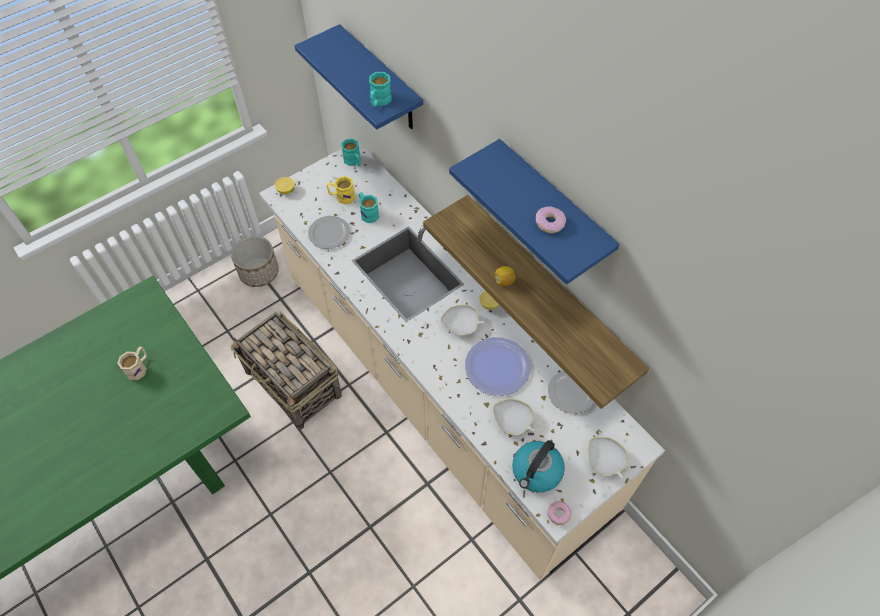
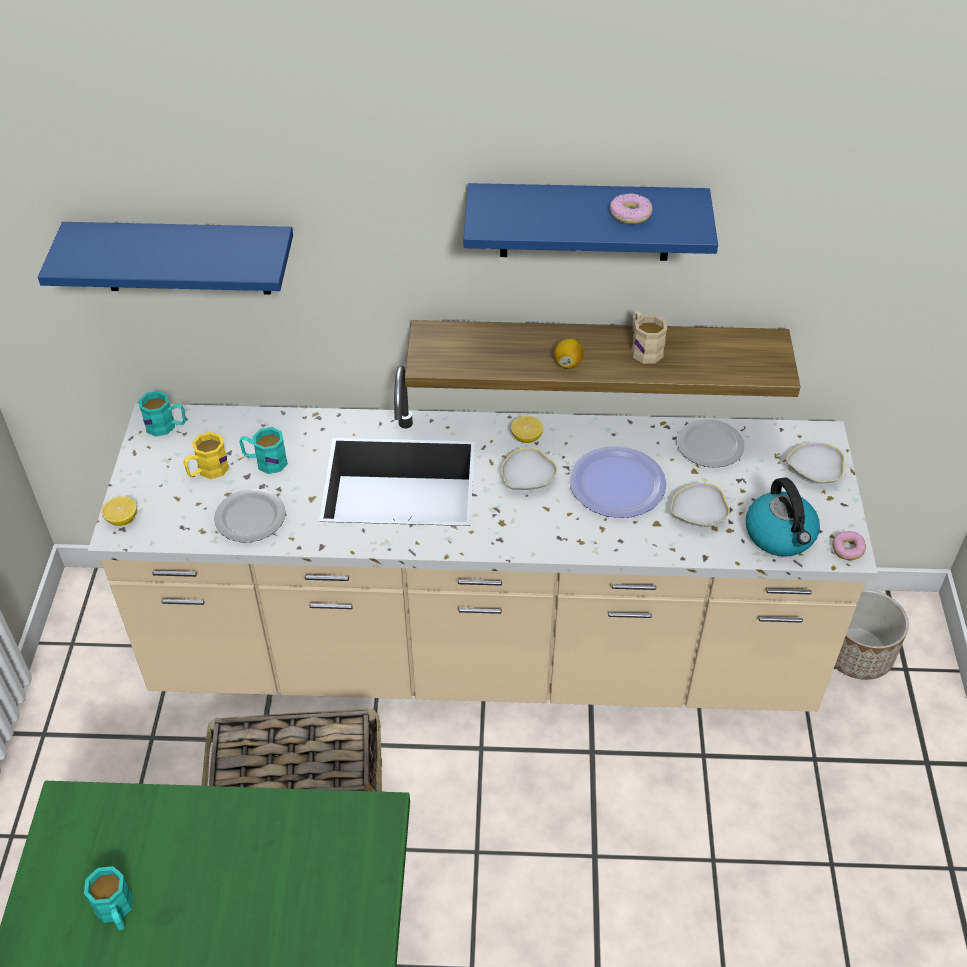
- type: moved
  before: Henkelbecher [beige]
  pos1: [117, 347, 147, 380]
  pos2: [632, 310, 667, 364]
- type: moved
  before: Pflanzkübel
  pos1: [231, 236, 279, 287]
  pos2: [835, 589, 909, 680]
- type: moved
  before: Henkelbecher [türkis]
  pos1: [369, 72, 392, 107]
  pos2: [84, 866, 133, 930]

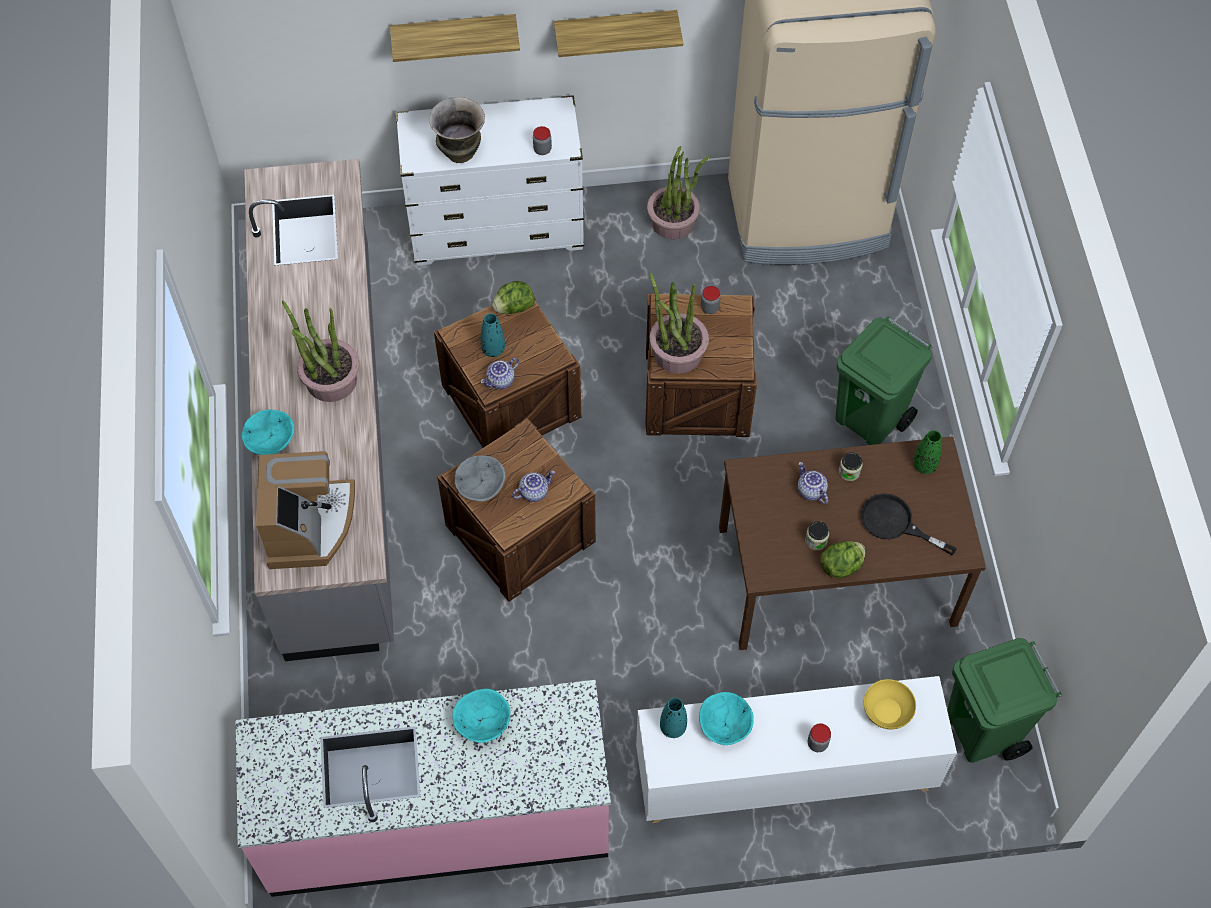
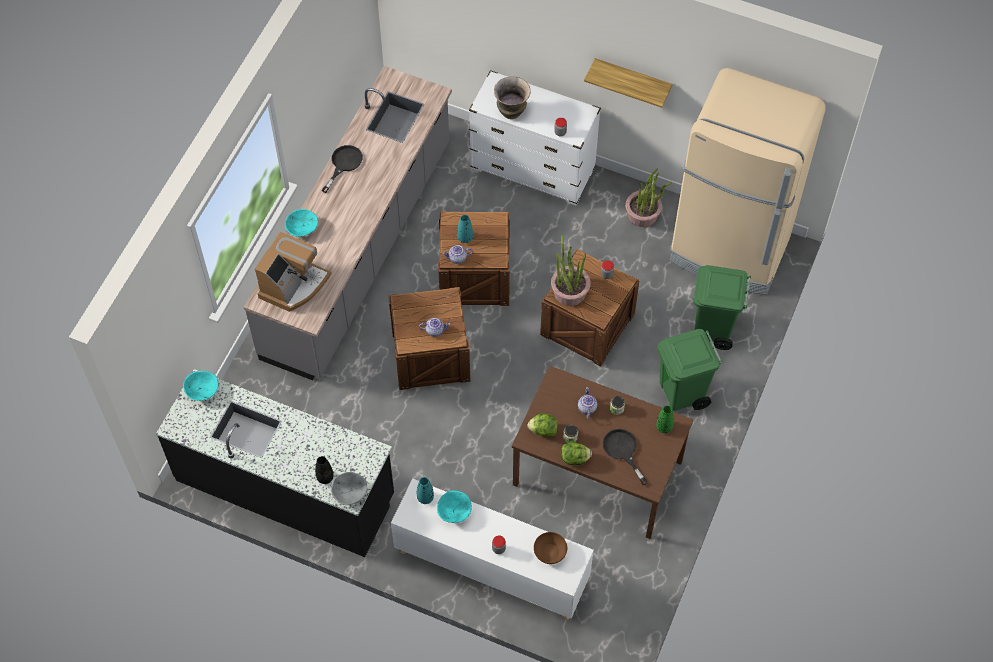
- type: recoloured
  before: Küchenzeile [rosa]
  after: Küchenzeile [schwarz]
  pos1: [236, 680, 611, 897]
  pos2: [156, 369, 394, 557]
- type: removed
  before: Topfpflanze
  pos1: [282, 301, 360, 402]
- type: removed
  before: Wandregal
  pos1: [390, 14, 520, 62]
- type: moved
  before: Schüssel [türkis]
  pos1: [452, 689, 511, 743]
  pos2: [183, 371, 219, 401]
- type: moved
  before: Schüssel [grau]
  pos1: [455, 456, 506, 501]
  pos2: [331, 472, 368, 505]
- type: moved
  before: Salatkopf
  pos1: [492, 281, 535, 314]
  pos2: [527, 414, 558, 437]
- type: recoloured
  before: Schüssel [gelb]
  after: Schüssel [braun]
  pos1: [864, 679, 916, 729]
  pos2: [534, 532, 567, 564]
- type: moved
  before: Mülleimer [grün]
  pos1: [947, 638, 1062, 763]
  pos2: [693, 265, 751, 350]
- type: added
  after: Vase [schwarz]
  pos2: [315, 456, 333, 484]
- type: added
  after: Pfanne [schwarz]
  pos2: [321, 145, 363, 193]

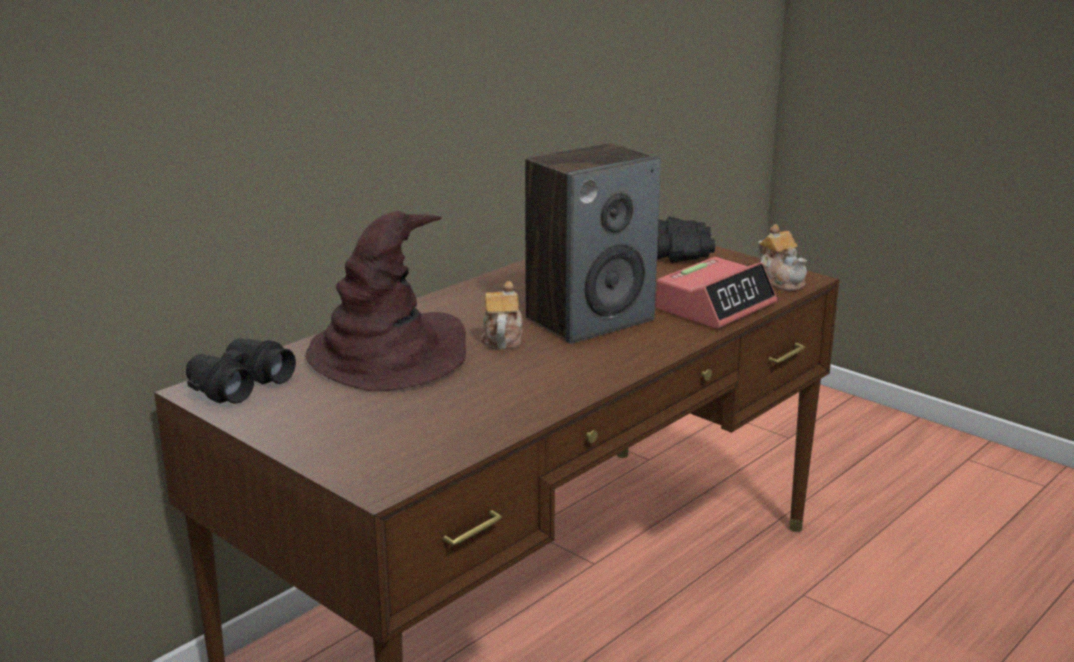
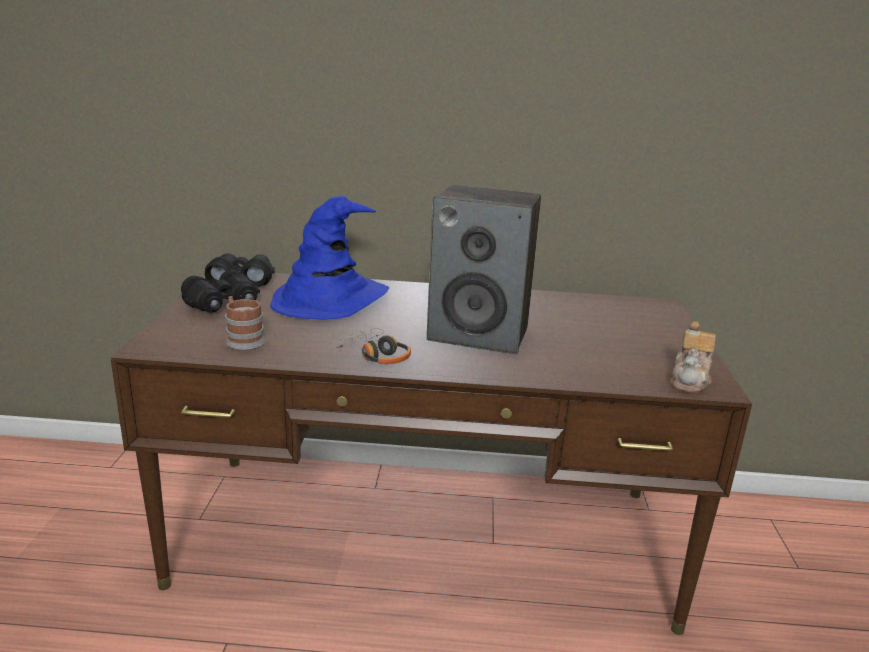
- type: recoloured
  before: Hut [braun]
  after: Hut [blau]
  pos1: [305, 211, 466, 391]
  pos2: [270, 196, 389, 320]
- type: removed
  before: Teekanne
  pos1: [481, 281, 523, 349]
- type: removed
  before: Wecker
  pos1: [656, 257, 777, 329]
- type: moved
  before: Fernglas [schwarz]
  pos1: [657, 216, 716, 263]
  pos2: [181, 270, 260, 313]
- type: added
  after: Henkelbecher
  pos2: [225, 296, 266, 350]
- type: added
  after: Kopfhörer
  pos2: [336, 328, 411, 364]

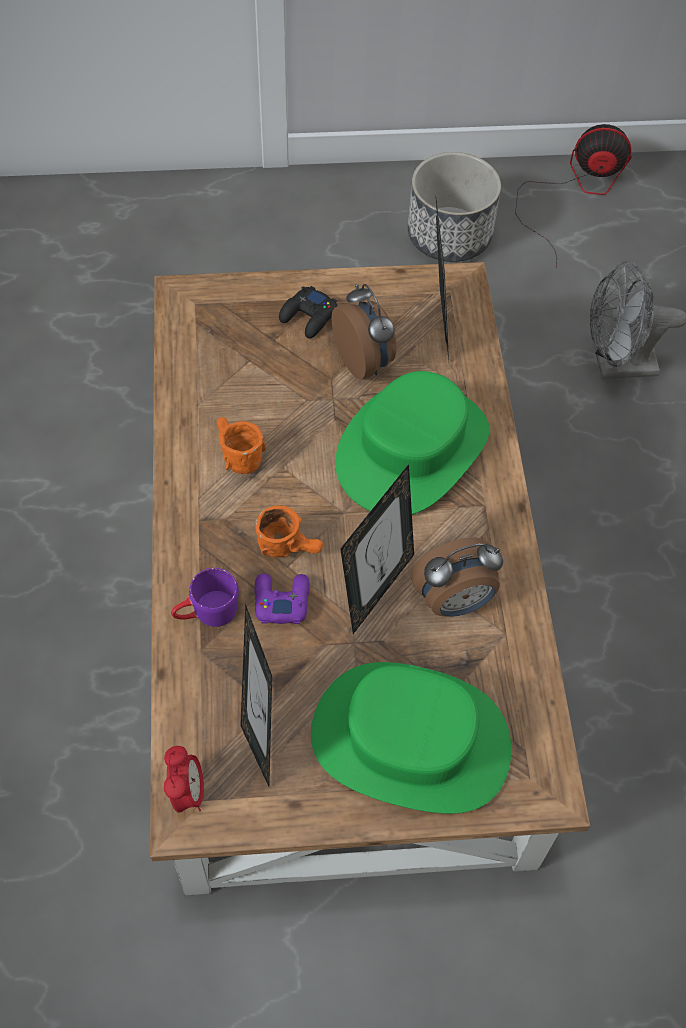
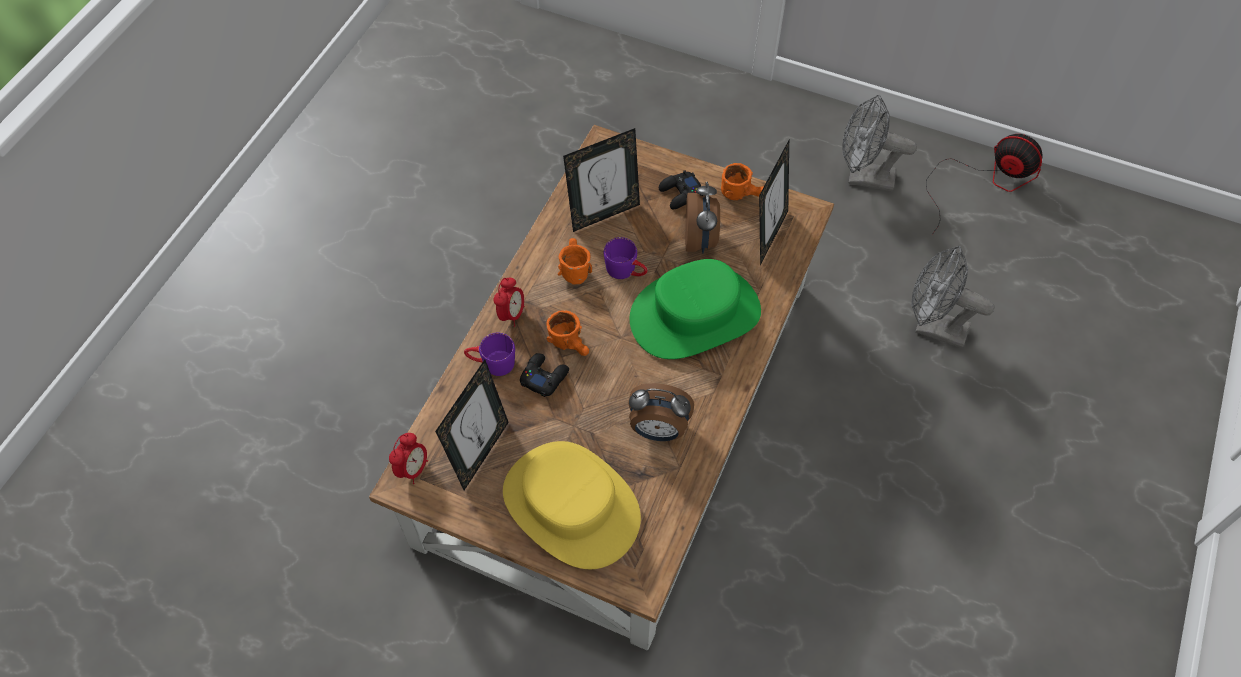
- type: recoloured
  before: Gamepad [lila]
  after: Gamepad [schwarz]
  pos1: [255, 573, 310, 624]
  pos2: [520, 353, 569, 397]
- type: recoloured
  before: Hut [grün]
  after: Hut [gelb]
  pos1: [311, 662, 511, 814]
  pos2: [503, 441, 641, 569]
- type: moved
  before: Bilderrahmen
  pos1: [340, 464, 414, 634]
  pos2: [563, 128, 640, 232]
- type: replaced
  before: Pflanzkübel
  after: Ventilator [grau]
  pos1: [408, 152, 501, 262]
  pos2: [842, 95, 917, 191]
- type: added
  after: Wecker
  pos2: [494, 278, 524, 327]
- type: added
  after: Henkelbecher [lila]
  pos2: [604, 237, 648, 279]
- type: added
  after: Henkelbecher [orange]
  pos2: [721, 163, 764, 200]

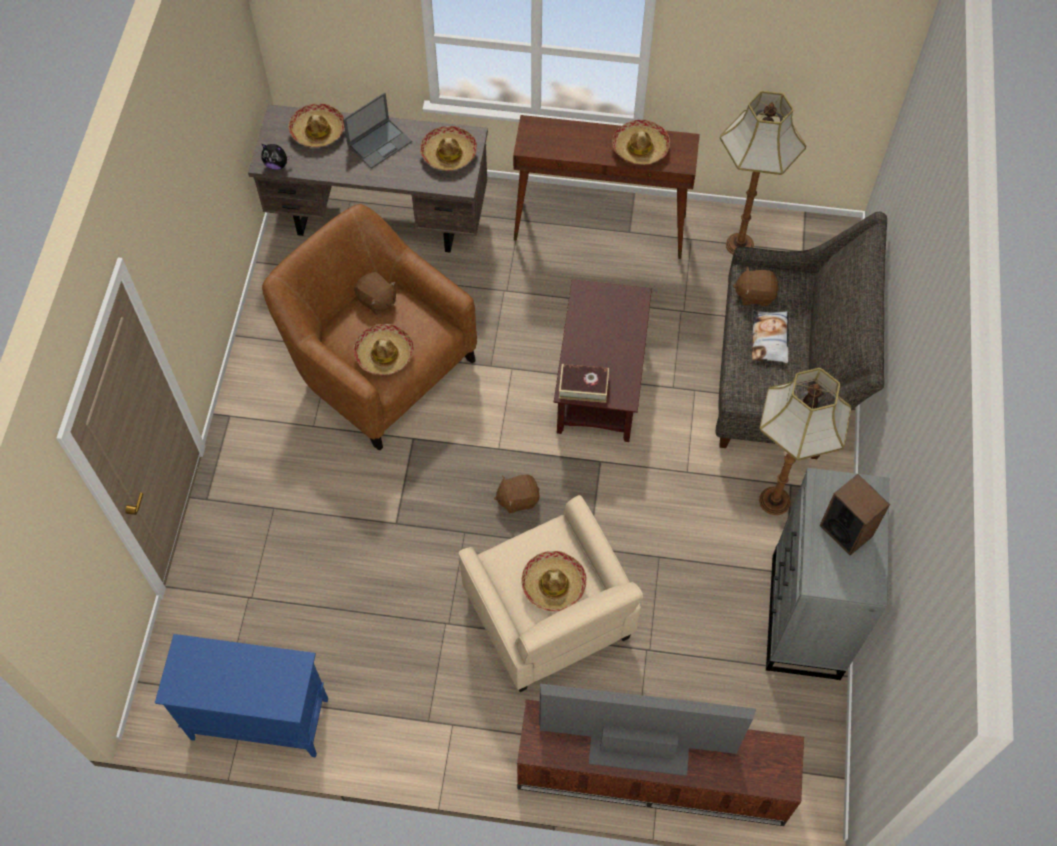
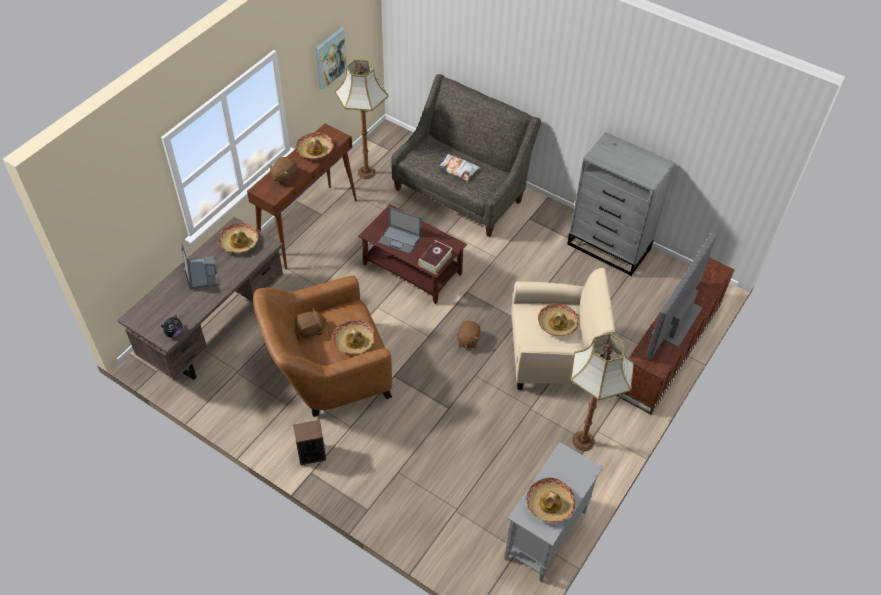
- type: recoloured
  before: Schrank [blau]
  after: Schrank [grau]
  pos1: [155, 634, 328, 757]
  pos2: [504, 443, 603, 582]
- type: moved
  before: Hut
  pos1: [289, 104, 345, 148]
  pos2: [526, 478, 575, 523]
- type: moved
  before: Plüschtier [braun]
  pos1: [733, 266, 779, 306]
  pos2: [269, 157, 297, 185]
- type: moved
  before: Stehlampe
  pos1: [759, 368, 851, 515]
  pos2: [571, 333, 634, 451]
- type: moved
  before: Lautsprecher
  pos1: [820, 474, 890, 555]
  pos2: [293, 420, 326, 465]
- type: added
  after: Bild
  pos2: [315, 28, 347, 90]
- type: added
  after: Laptop
  pos2: [378, 207, 421, 254]

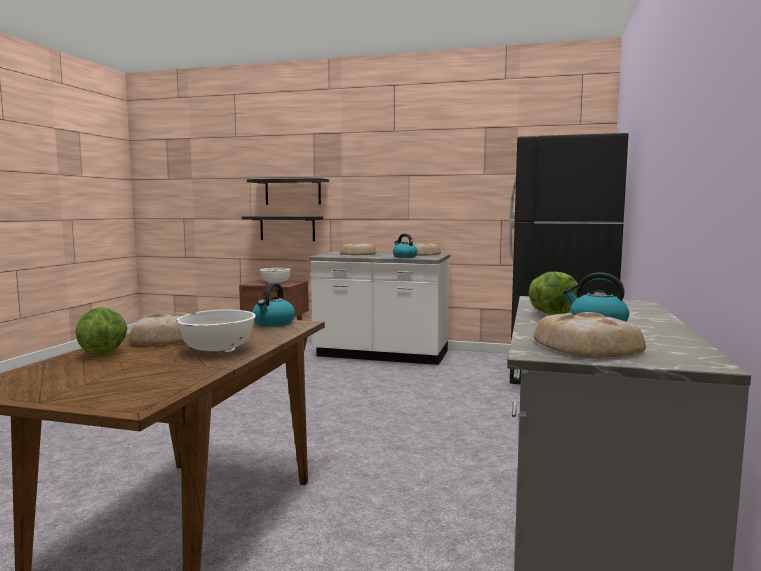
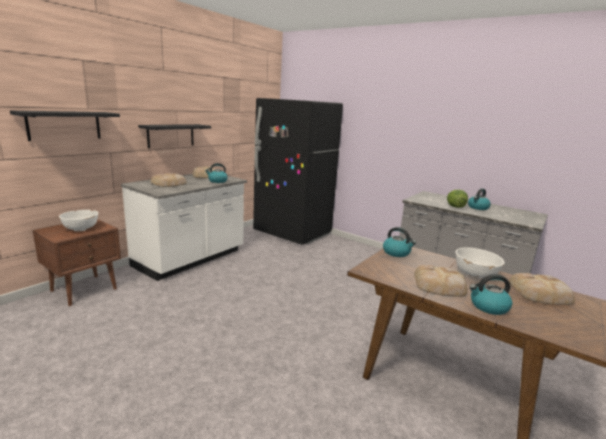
- type: replaced
  before: Salatkopf
  after: Wasserkessel
  pos1: [75, 307, 127, 355]
  pos2: [469, 274, 513, 315]
- type: moved
  before: Wandregal [schwarz]
  pos1: [242, 216, 323, 241]
  pos2: [138, 124, 211, 148]
- type: moved
  before: Brot
  pos1: [533, 312, 646, 358]
  pos2: [509, 273, 575, 305]

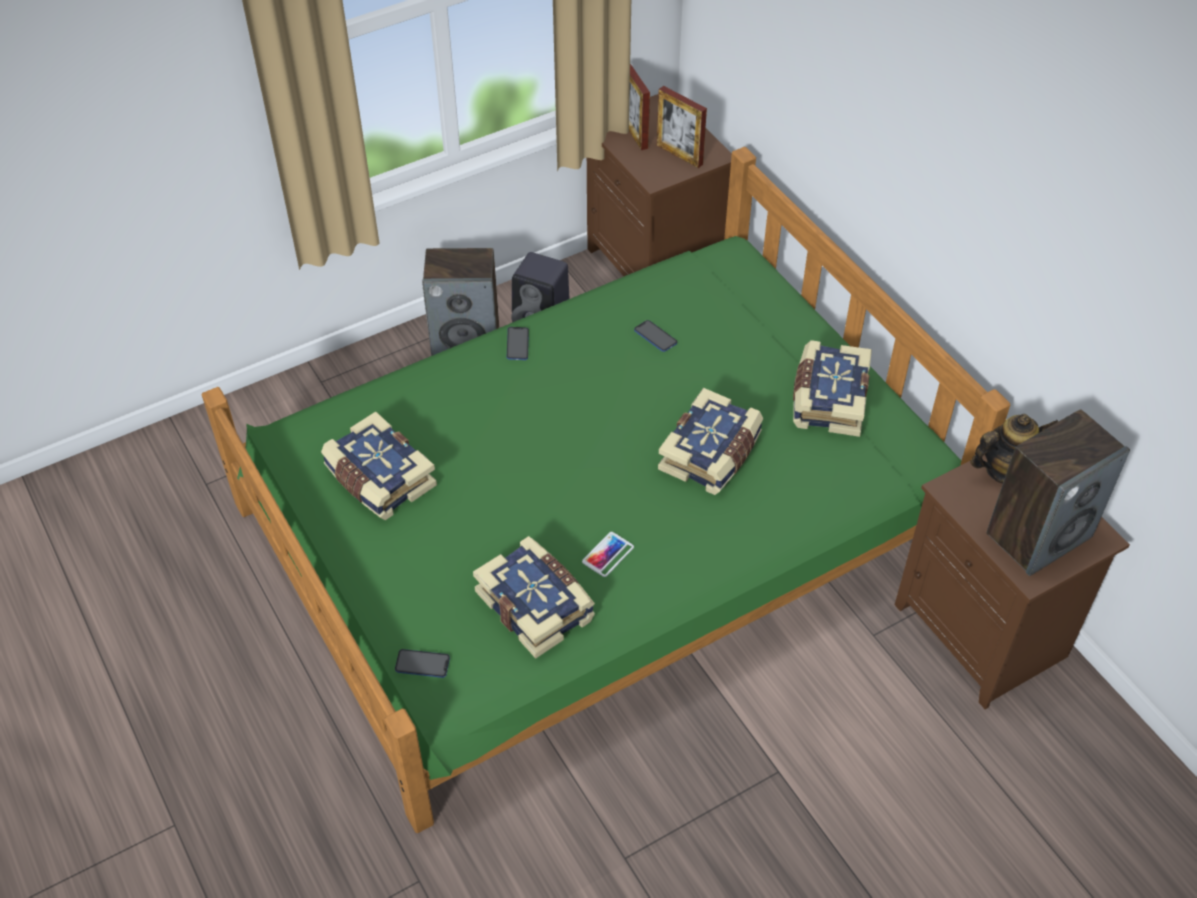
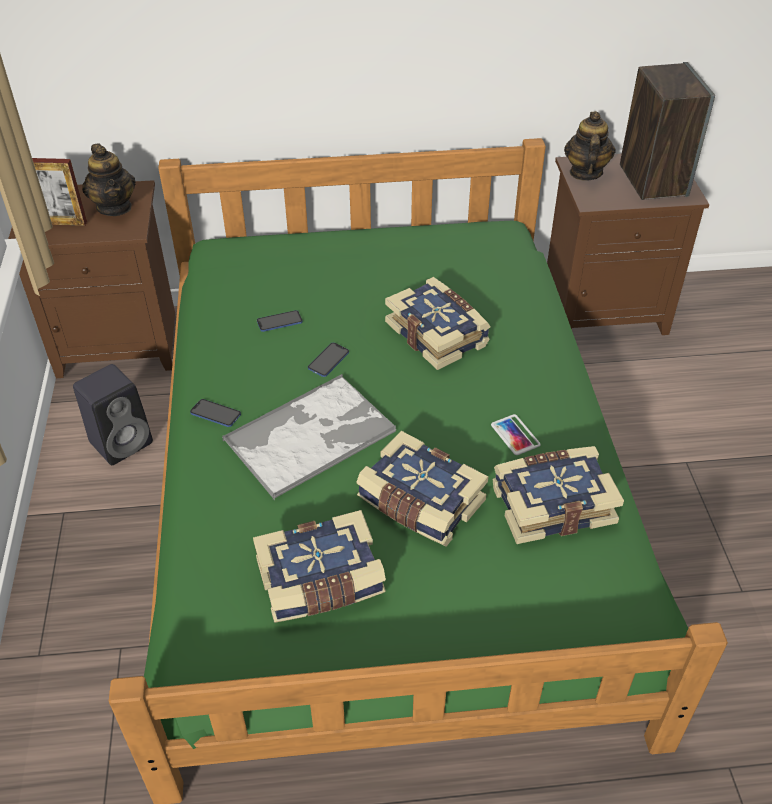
- type: moved
  before: Handy
  pos1: [395, 649, 450, 678]
  pos2: [308, 343, 349, 377]
- type: removed
  before: Lautsprecher
  pos1: [422, 248, 499, 356]
- type: replaced
  before: Bilderrahmen
  after: Teekanne
  pos1: [657, 86, 707, 168]
  pos2: [82, 144, 136, 216]
- type: moved
  before: Buch
  pos1: [793, 340, 872, 437]
  pos2: [356, 431, 488, 547]
- type: added
  after: Tablett
  pos2: [222, 374, 396, 500]

